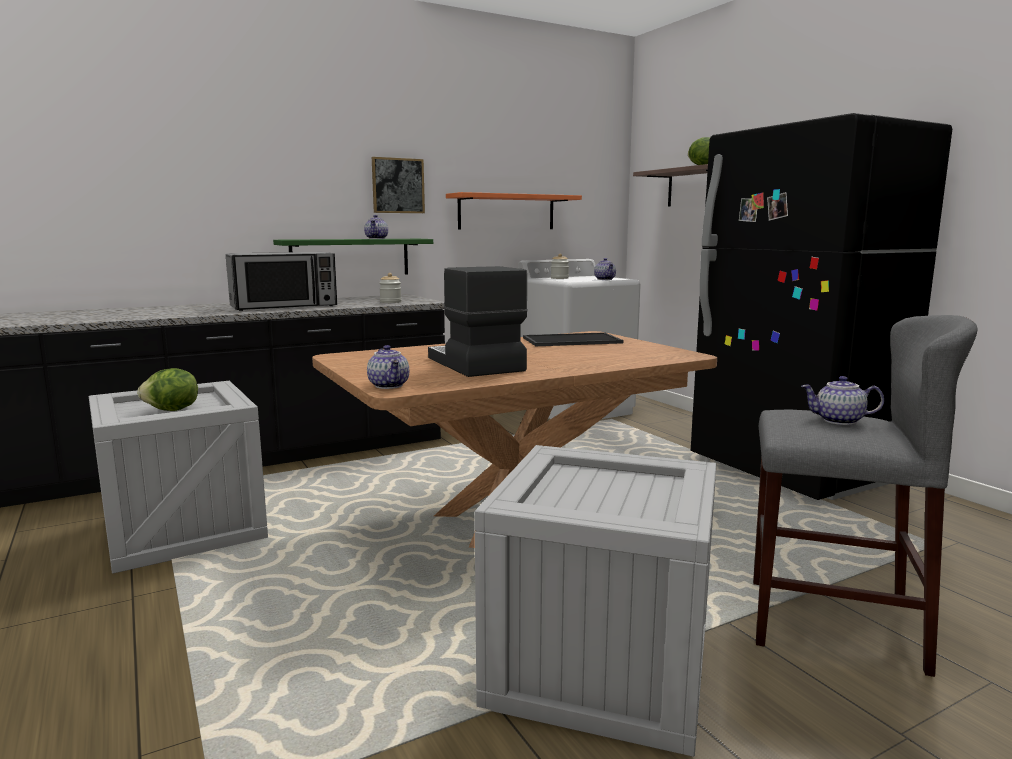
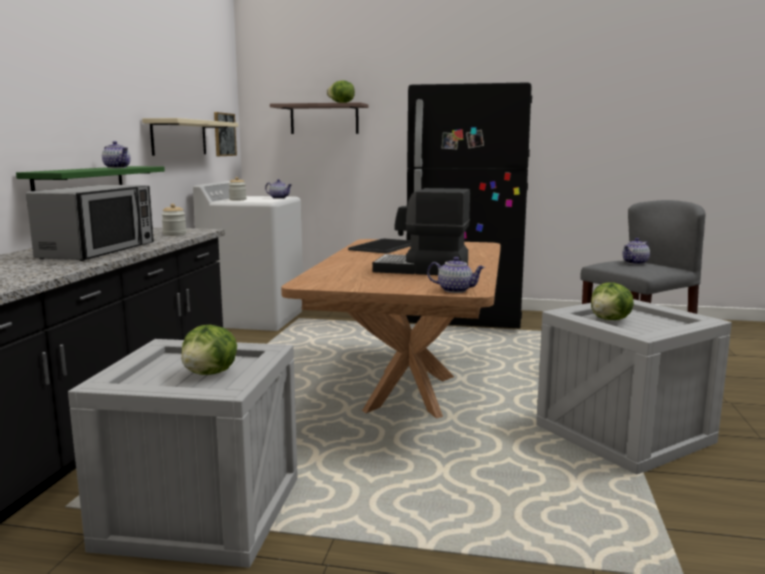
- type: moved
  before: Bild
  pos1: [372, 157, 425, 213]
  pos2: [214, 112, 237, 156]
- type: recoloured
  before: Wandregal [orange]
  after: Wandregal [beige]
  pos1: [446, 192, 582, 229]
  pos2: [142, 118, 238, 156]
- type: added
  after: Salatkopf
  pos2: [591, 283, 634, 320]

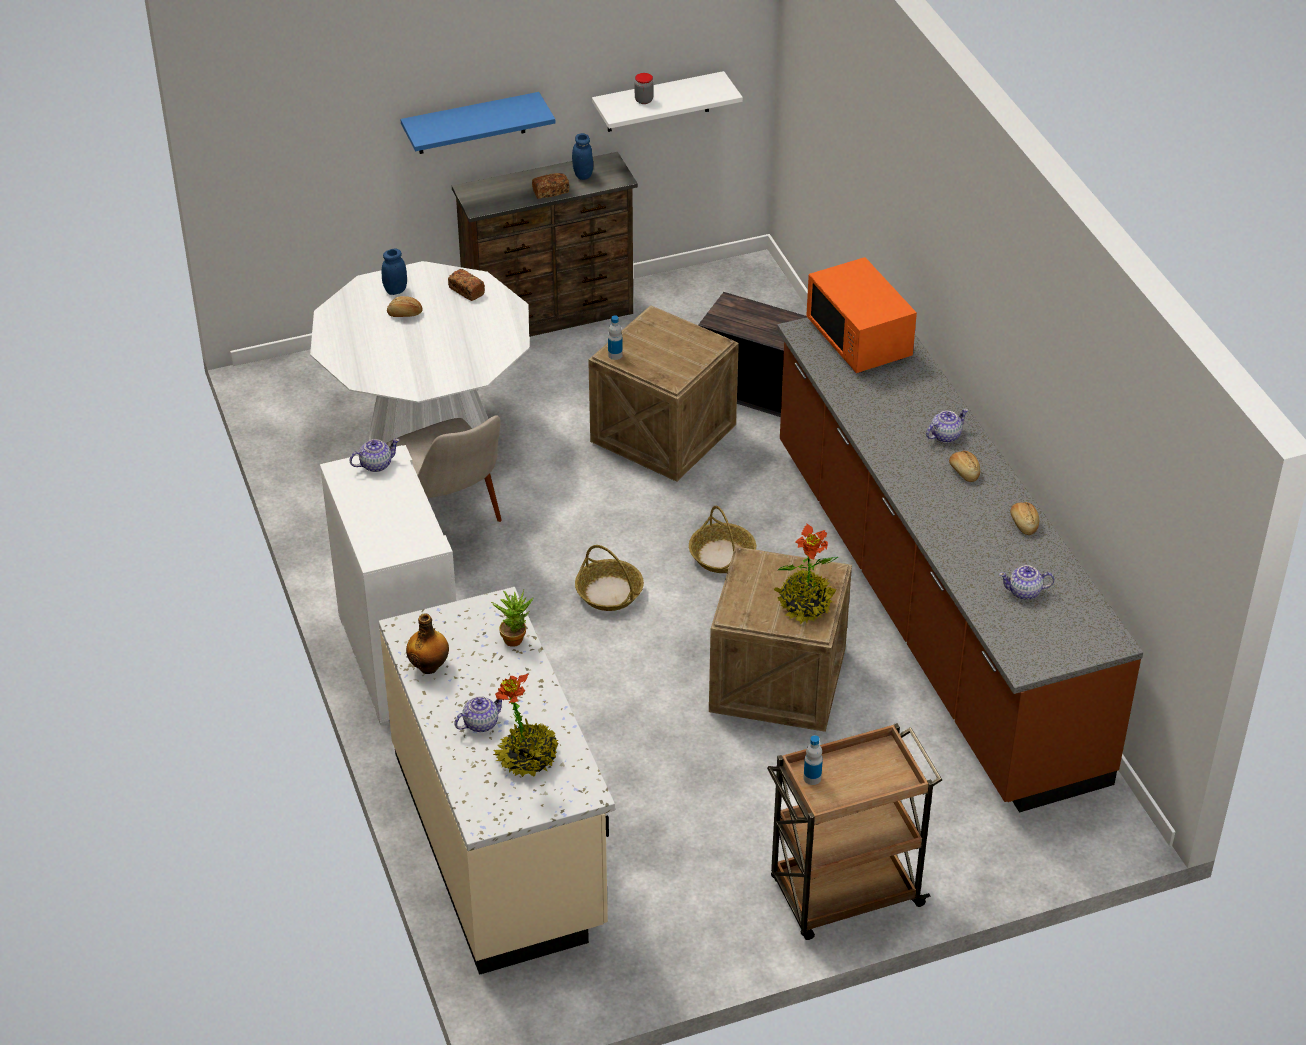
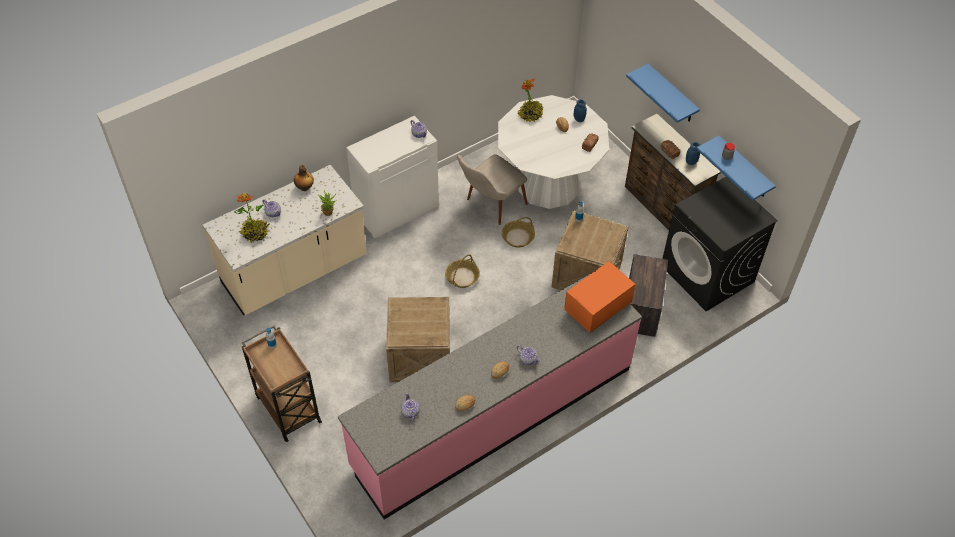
- type: recoloured
  before: Wandregal [weiß]
  after: Wandregal [blau]
  pos1: [592, 71, 743, 132]
  pos2: [697, 136, 776, 201]
- type: moved
  before: Korb
  pos1: [689, 506, 756, 573]
  pos2: [501, 217, 535, 247]
- type: moved
  before: Topfpflanze
  pos1: [774, 524, 838, 624]
  pos2: [517, 78, 544, 122]
- type: recoloured
  before: Küchenzeile [braun]
  after: Küchenzeile [rosa]
  pos1: [777, 318, 1143, 813]
  pos2: [338, 273, 642, 520]
- type: added
  after: Waschmaschine [schwarz]
  pos2: [662, 177, 778, 311]

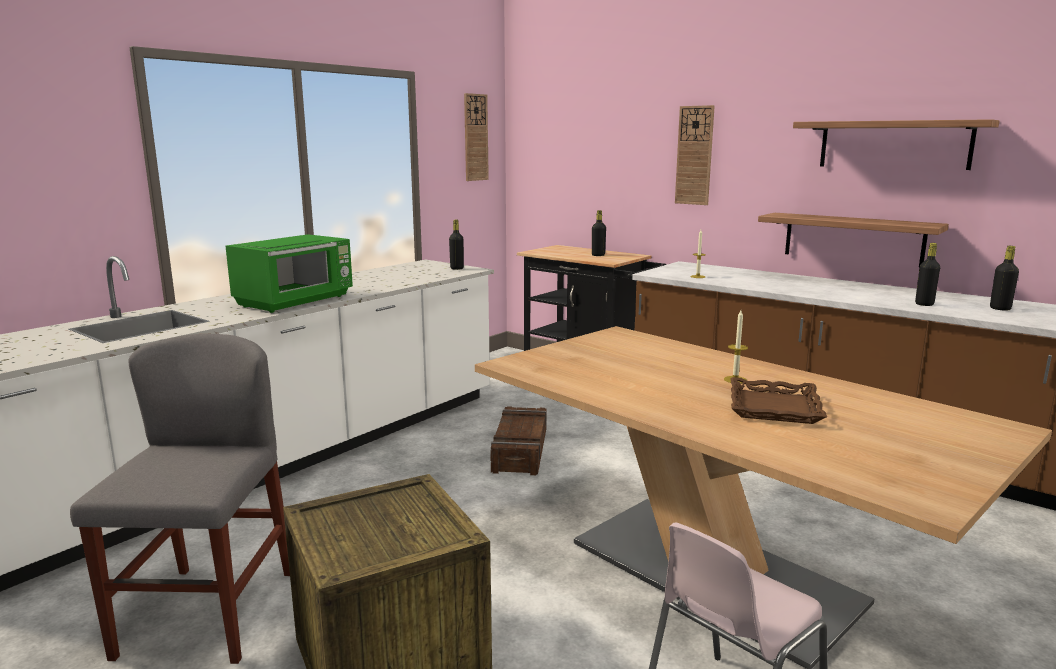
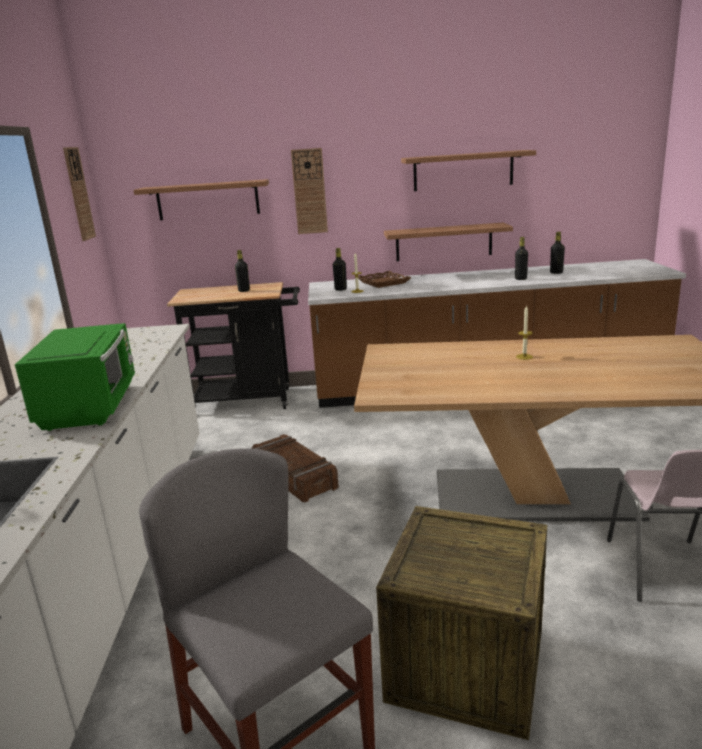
- type: moved
  before: Flasche [schwarz]
  pos1: [449, 220, 464, 270]
  pos2: [333, 248, 347, 291]
- type: moved
  before: Tablett [braun]
  pos1: [731, 377, 827, 424]
  pos2: [358, 271, 411, 288]
- type: added
  after: Wandregal
  pos2: [133, 179, 269, 220]

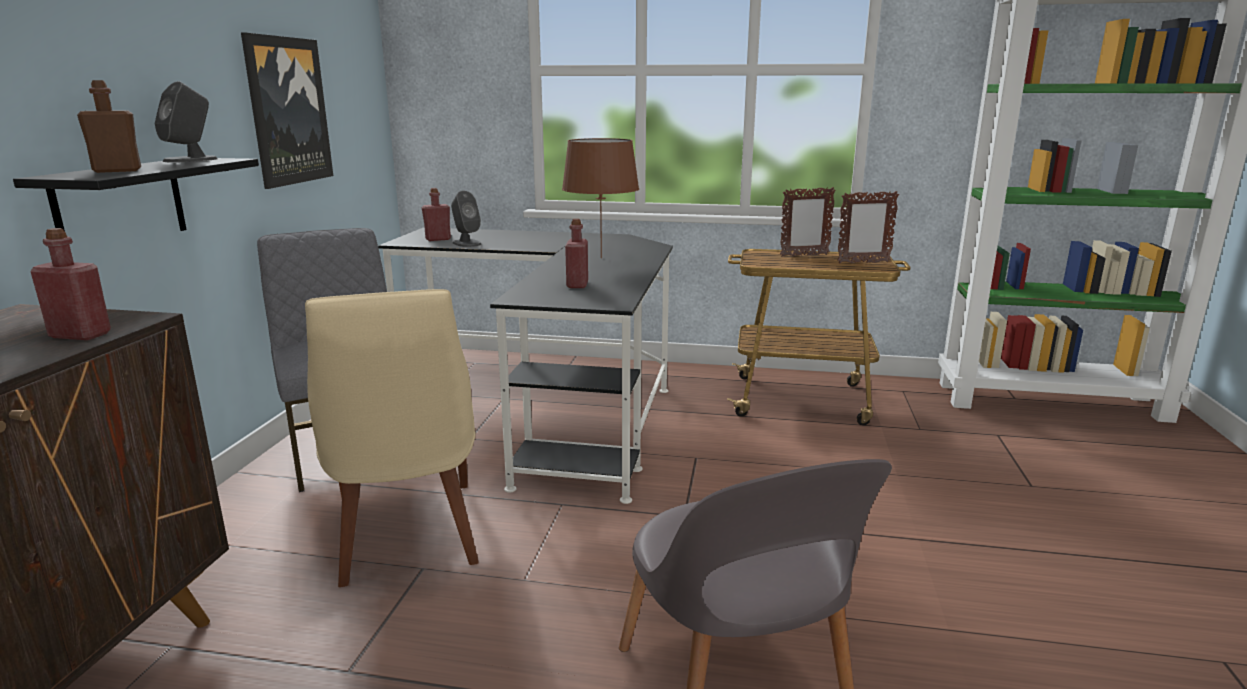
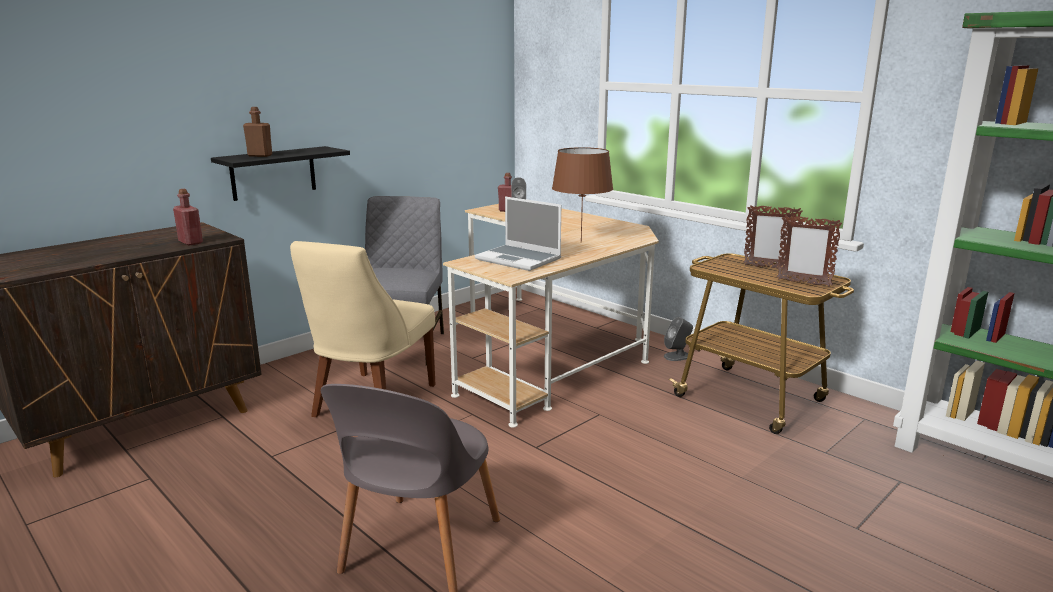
- type: moved
  before: Lautsprecher [grau]
  pos1: [155, 81, 218, 163]
  pos2: [664, 317, 693, 361]
- type: removed
  before: Bild
  pos1: [241, 32, 333, 189]
- type: recoloured
  before: Schreibtisch [schwarz]
  after: Schreibtisch [beige]
  pos1: [378, 227, 673, 504]
  pos2: [443, 204, 659, 428]
- type: replaced
  before: Flasche [rot]
  after: Laptop
  pos1: [565, 218, 588, 288]
  pos2: [475, 196, 561, 271]

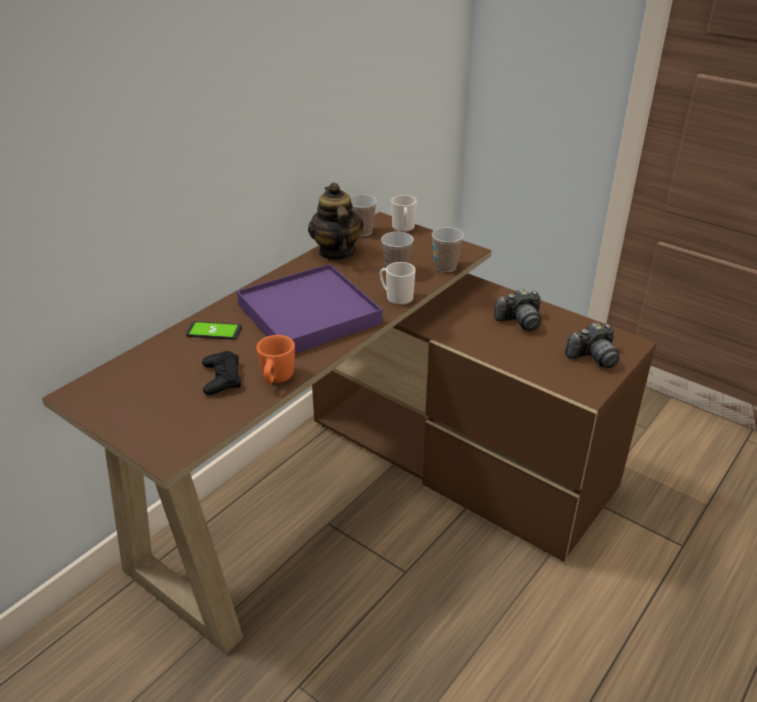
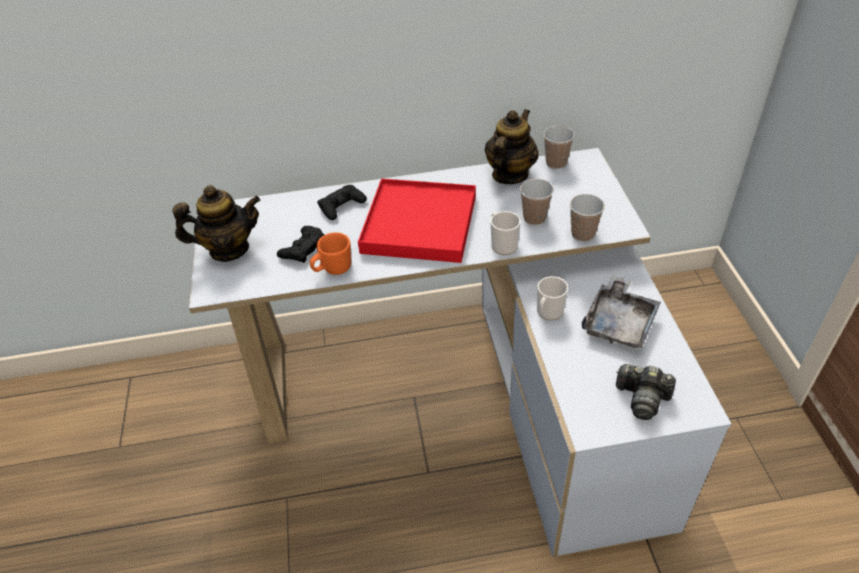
- type: recoloured
  before: Schreibtisch [braun]
  after: Schreibtisch [weiß]
  pos1: [42, 212, 657, 655]
  pos2: [189, 148, 731, 558]
- type: replaced
  before: Handy
  after: Gamepad [schwarz]
  pos1: [186, 321, 242, 340]
  pos2: [317, 185, 367, 220]
- type: recoloured
  before: Tablett [lila]
  after: Tablett [rot]
  pos1: [237, 264, 382, 353]
  pos2: [358, 179, 476, 263]
- type: moved
  before: Henkelbecher
  pos1: [391, 195, 417, 232]
  pos2: [537, 276, 568, 320]
- type: replaced
  before: Kamera
  after: Tablett [grau]
  pos1: [494, 288, 541, 331]
  pos2: [582, 275, 661, 348]
- type: added
  after: Teekanne
  pos2: [172, 185, 261, 262]

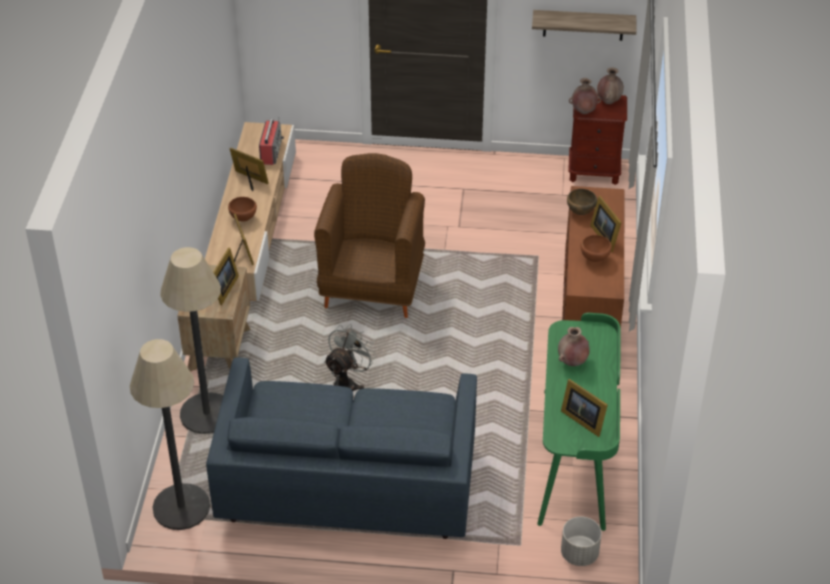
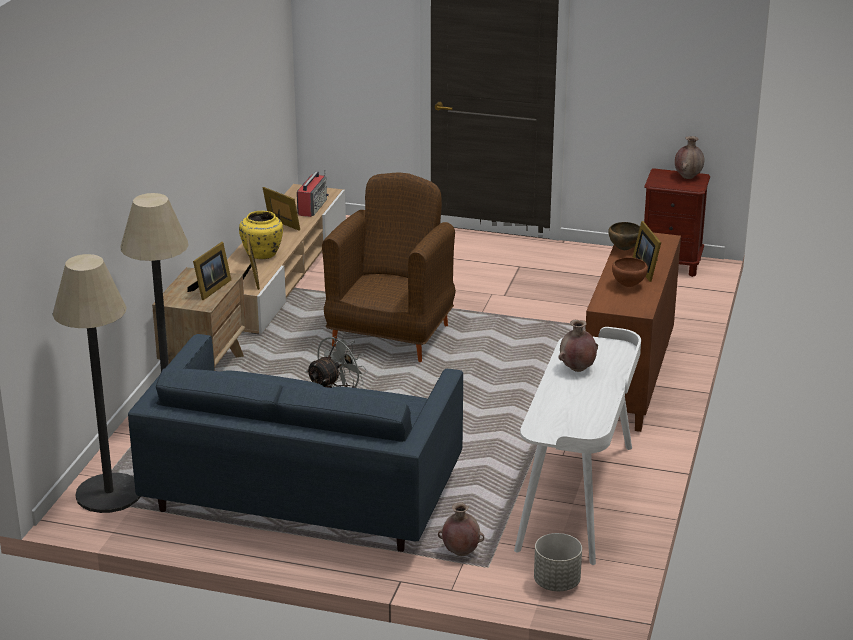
- type: replaced
  before: Schüssel [braun]
  after: Vase [gelb]
  pos1: [228, 197, 257, 222]
  pos2: [239, 211, 283, 259]
- type: removed
  before: Wandregal
  pos1: [532, 10, 636, 41]
- type: recoloured
  before: Schreibtisch [grün]
  after: Schreibtisch [weiß]
  pos1: [537, 313, 621, 531]
  pos2: [514, 327, 641, 565]
- type: removed
  before: Bilderrahmen
  pos1: [561, 379, 608, 437]
- type: moved
  before: Vase [braun]
  pos1: [569, 78, 601, 114]
  pos2: [438, 502, 484, 556]

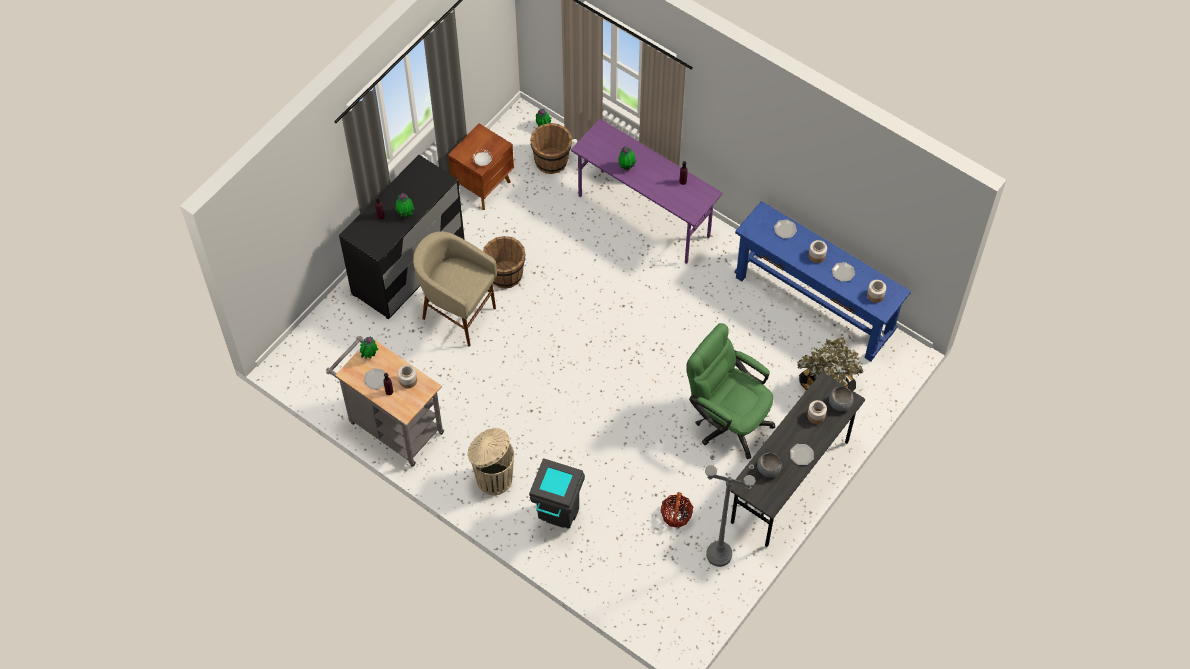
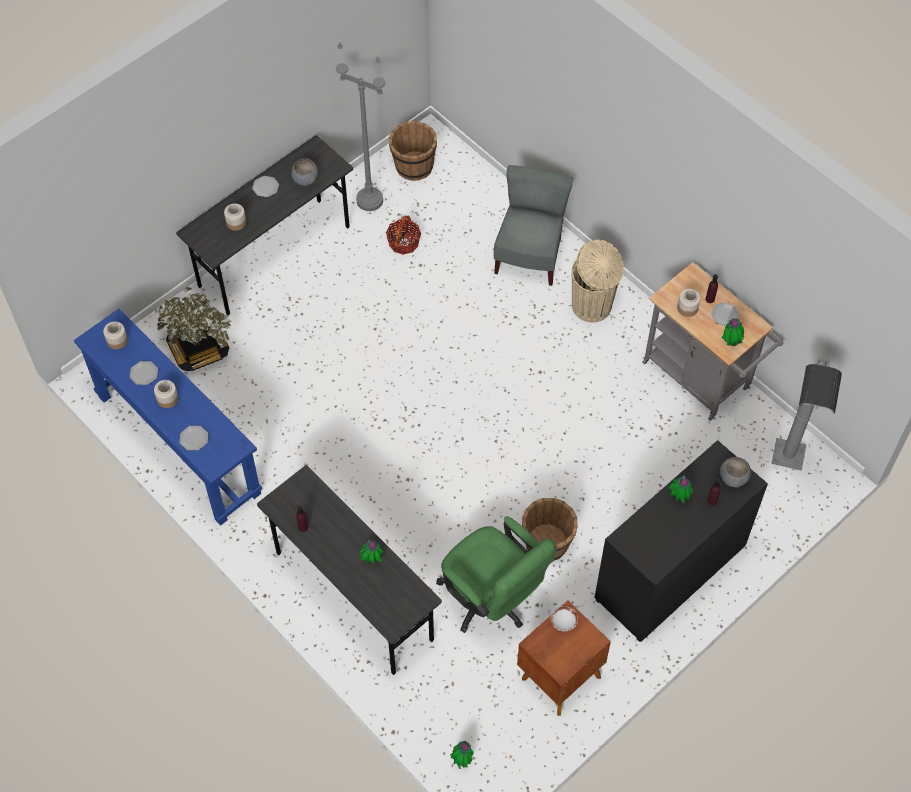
- type: removed
  before: Hocker [beige]
  pos1: [413, 231, 497, 346]
- type: replaced
  before: Mülleimer [grau]
  after: Stuhl [grau]
  pos1: [529, 458, 585, 529]
  pos2: [494, 165, 573, 286]
- type: moved
  before: Eimer [braun]
  pos1: [530, 123, 572, 174]
  pos2: [389, 121, 437, 181]
- type: recoloured
  before: Schreibtisch [lila]
  after: Schreibtisch [grau]
  pos1: [571, 119, 722, 264]
  pos2: [257, 465, 442, 675]
- type: moved
  before: Bürostuhl [grün]
  pos1: [686, 323, 775, 459]
  pos2: [436, 516, 556, 633]
- type: moved
  before: Schüssel [grau]
  pos1: [829, 387, 854, 411]
  pos2: [720, 457, 751, 487]
- type: added
  after: Stehlampe [grau]
  pos2: [771, 359, 842, 471]

